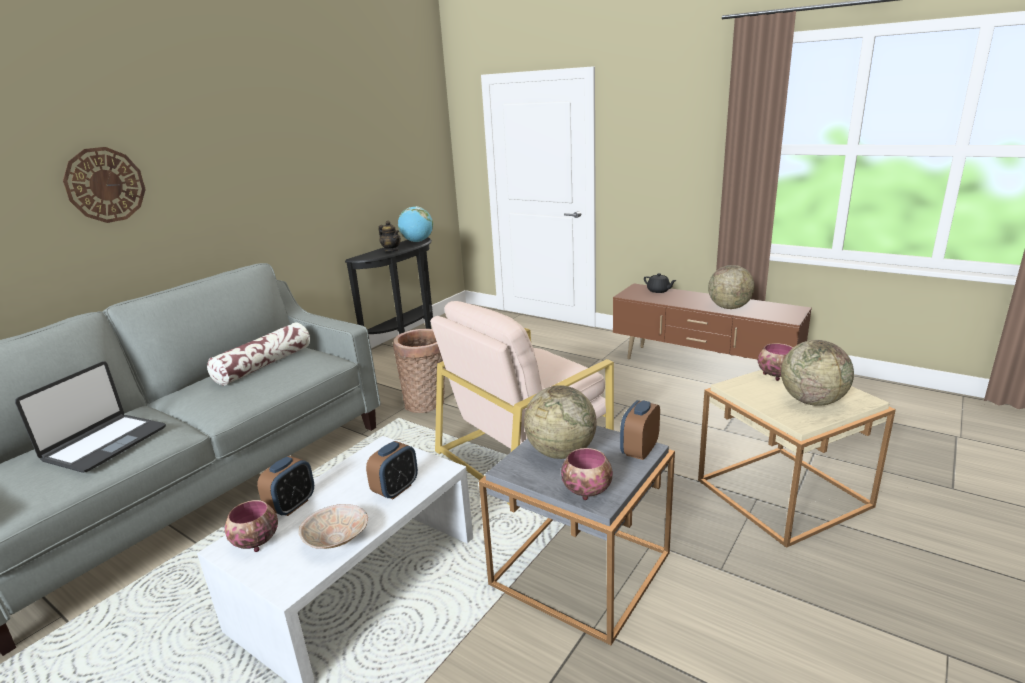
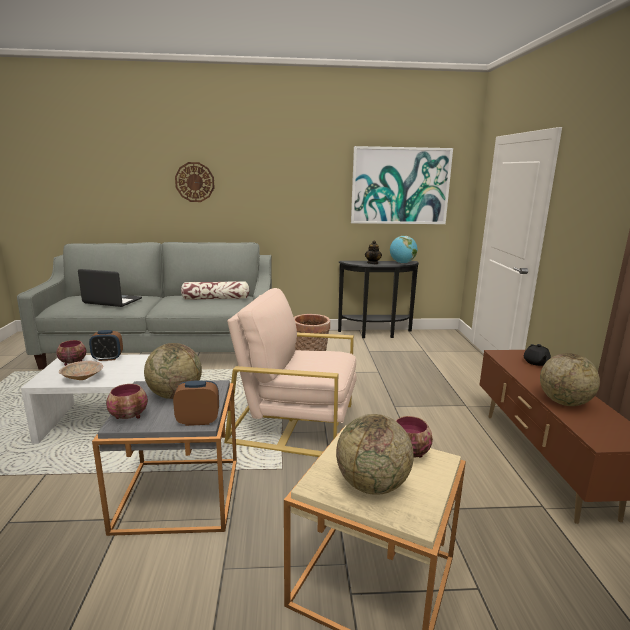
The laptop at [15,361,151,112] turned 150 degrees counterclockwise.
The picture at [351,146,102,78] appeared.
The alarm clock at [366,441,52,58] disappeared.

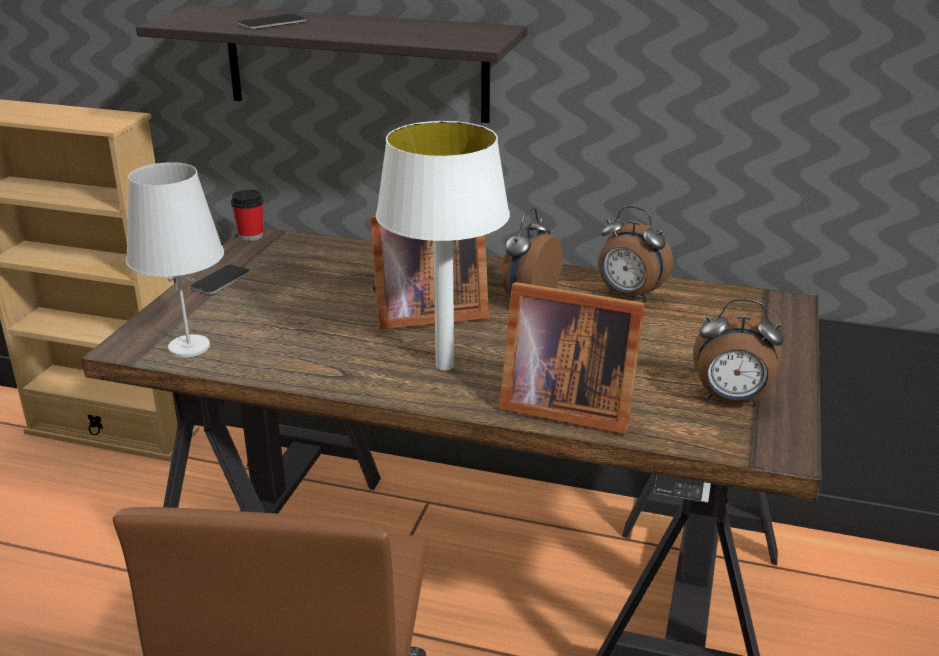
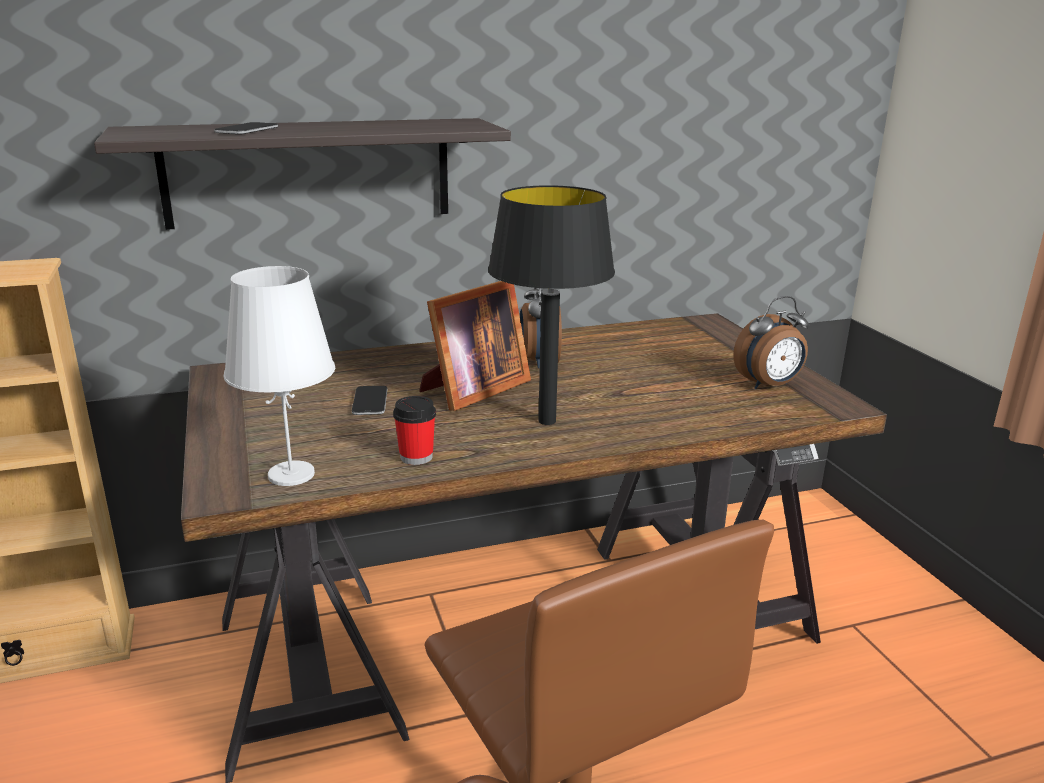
The phone moved from [190,265,60,30] to [352,386,35,29].
The cup moved from [231,189,33,52] to [393,396,43,69].
The table lamp/white at [376,121,134,249] became the table lamp/black at [488,185,127,240].
The picture frame at [499,282,146,153] disappeared.
The alarm clock at [598,206,75,95] disappeared.

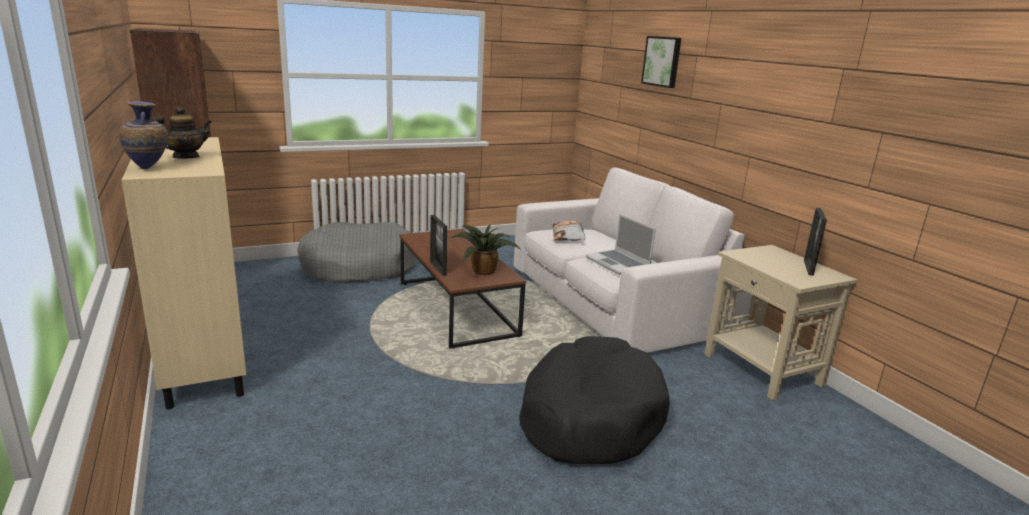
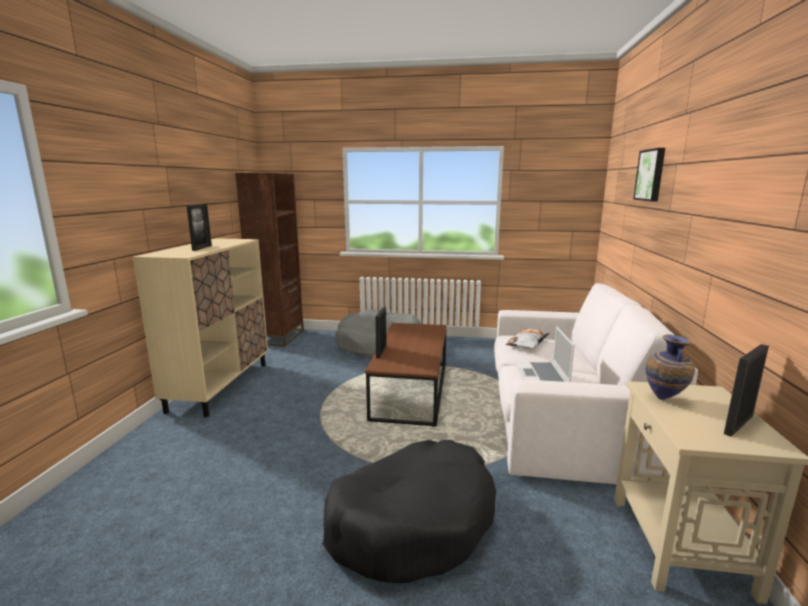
The teapot at [153,106,59,53] was replaced by the picture frame at [186,204,26,47].
The vase moved from [119,101,49,68] to [646,334,49,66].
The potted plant at [449,224,72,51] disappeared.

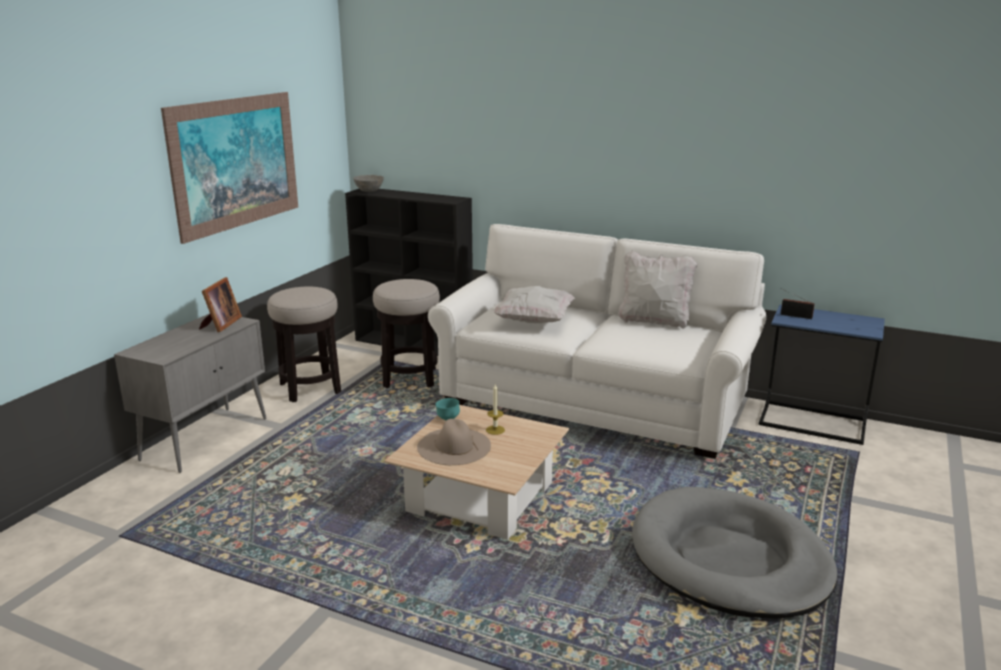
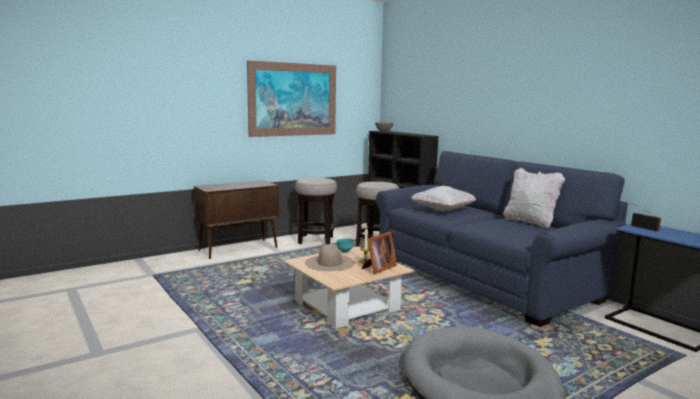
The cabinet/grey at [114,313,152,160] became the cabinet/brown at [194,180,85,79].
The picture frame moved from [199,277,43,55] to [361,232,36,42].
The sofa/white at [428,224,338,235] became the sofa/blue at [376,151,252,176].

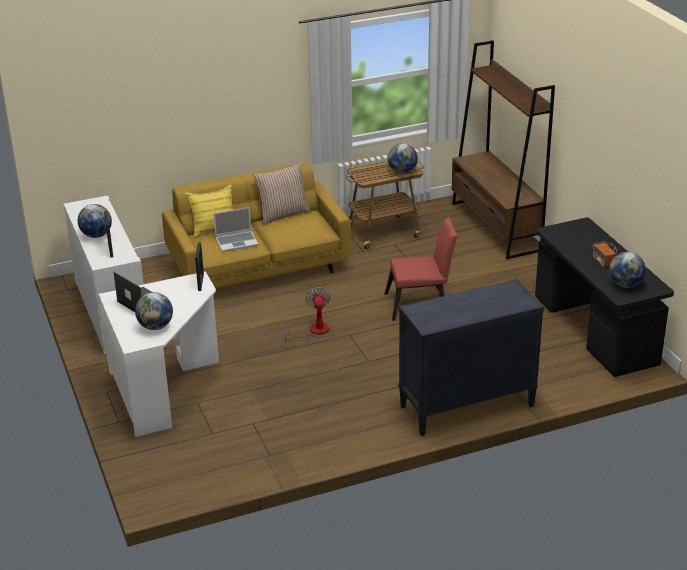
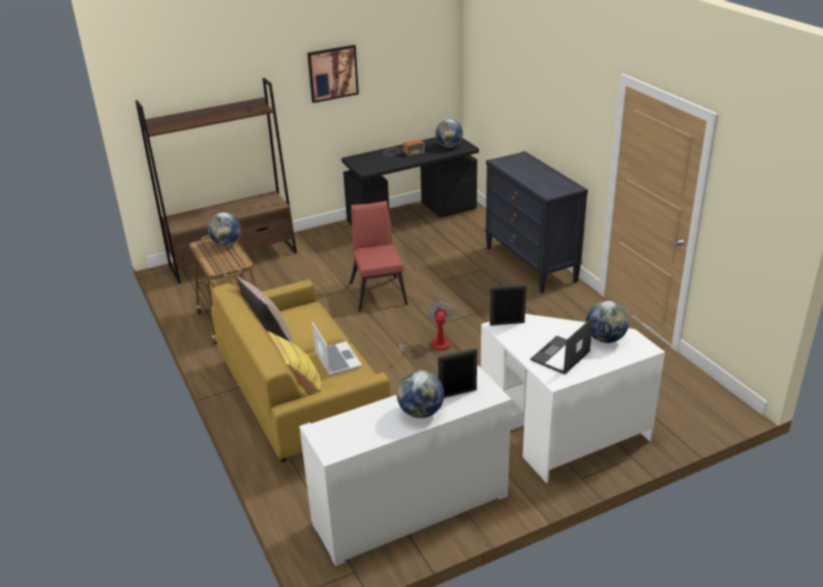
The picture at [307,45,52,58] appeared.
The fan at [283,287,48,57] turned 105 degrees clockwise.

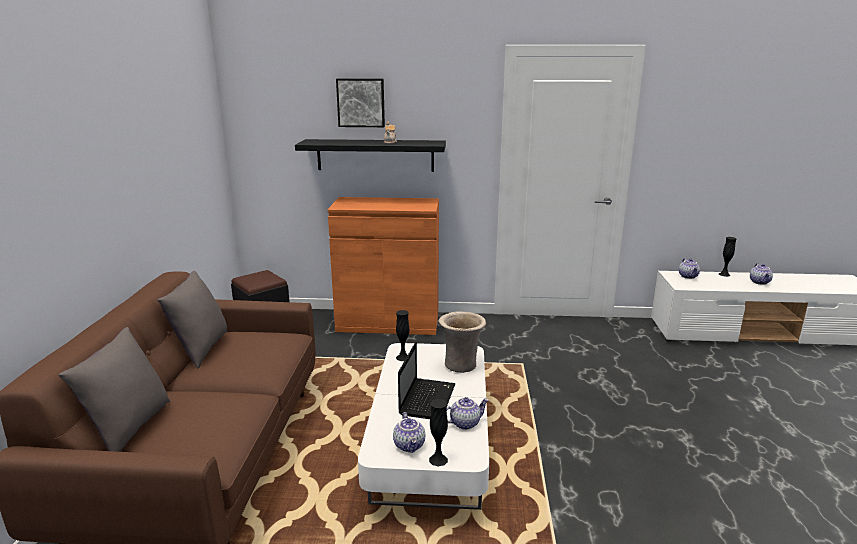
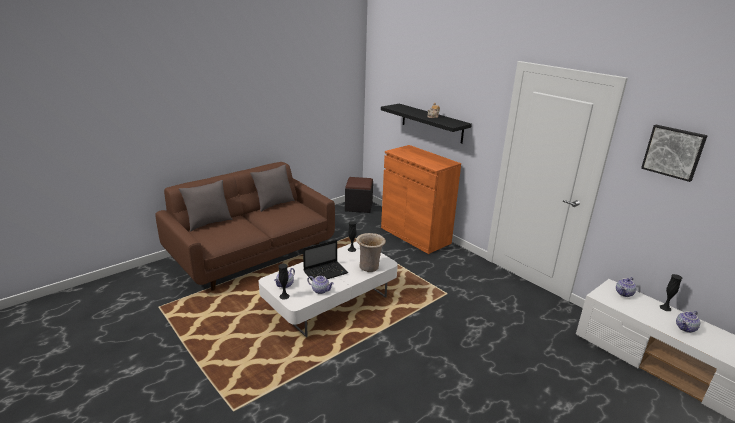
The picture moved from [336,78,49,49] to [641,125,67,57].

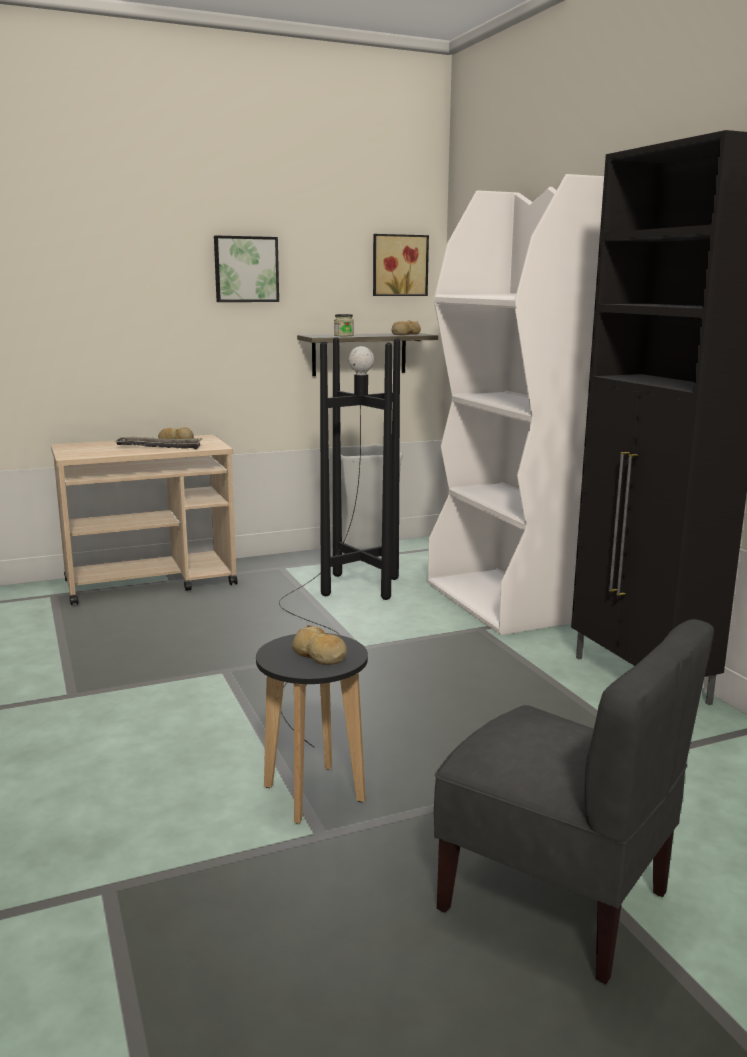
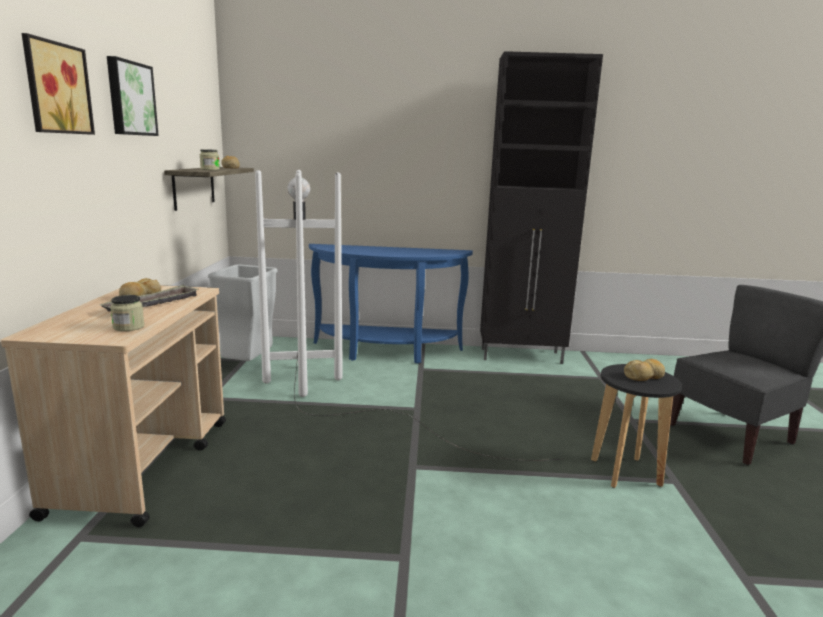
The picture moved from [373,234,56,62] to [22,33,73,102].
The jar at [110,295,34,36] appeared.
The floor lamp/black at [279,337,121,410] became the floor lamp/white at [255,170,309,291].
The bookcase/white at [428,174,176,461] was replaced by the console table/blue at [309,244,164,120].

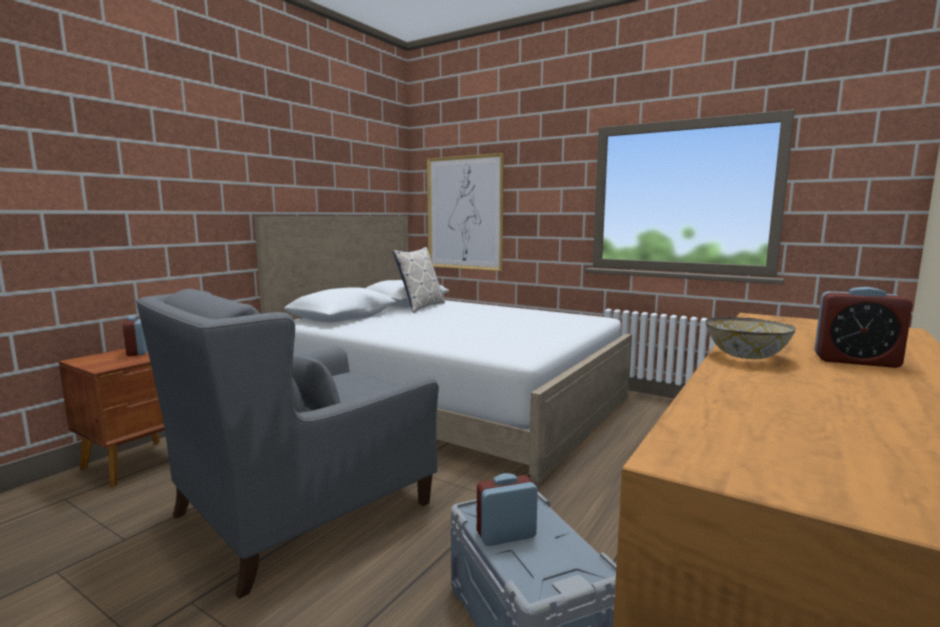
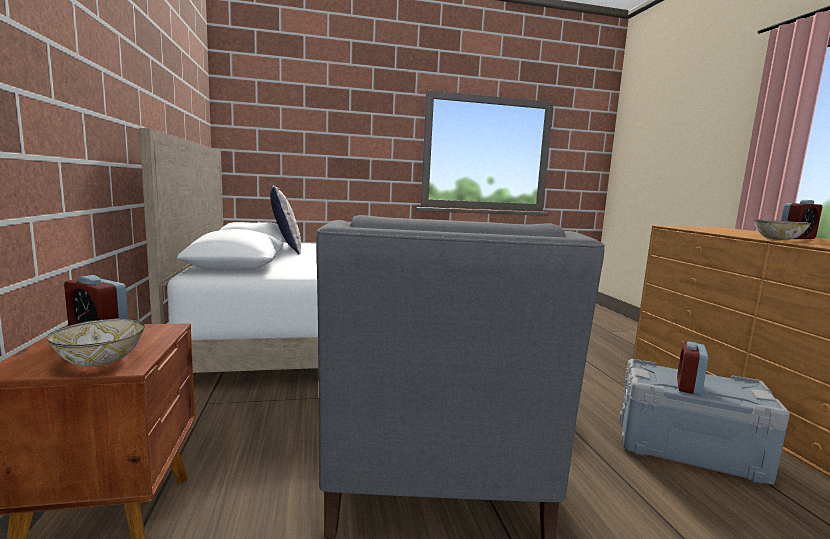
The bowl at [47,318,98,49] appeared.
The picture at [427,153,77,118] disappeared.

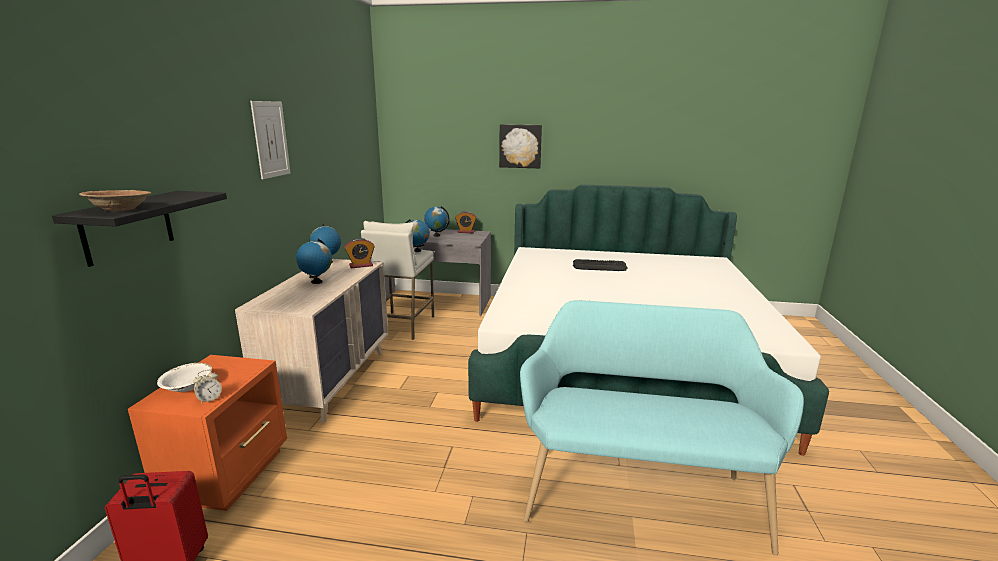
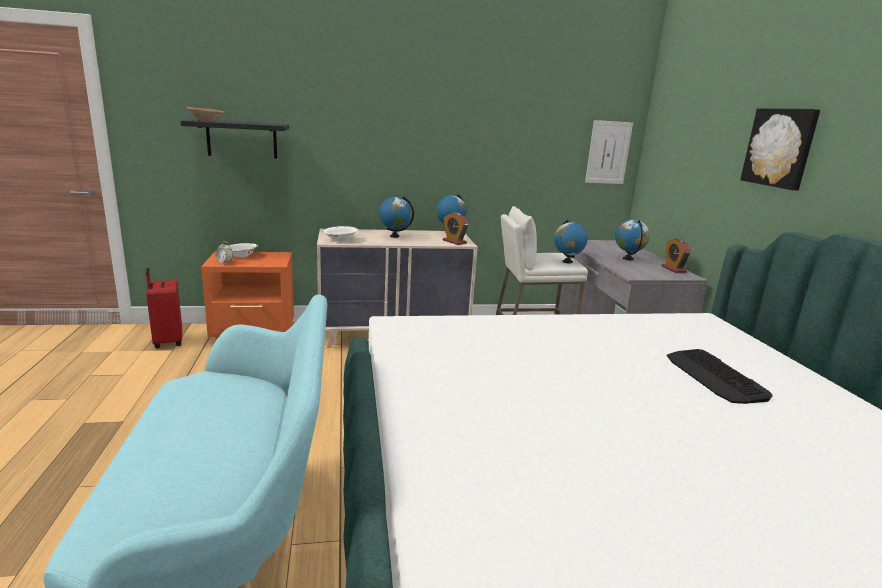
The bowl/white at [323,226,35,15] appeared.
The picture moved from [250,101,41,78] to [585,120,48,64].

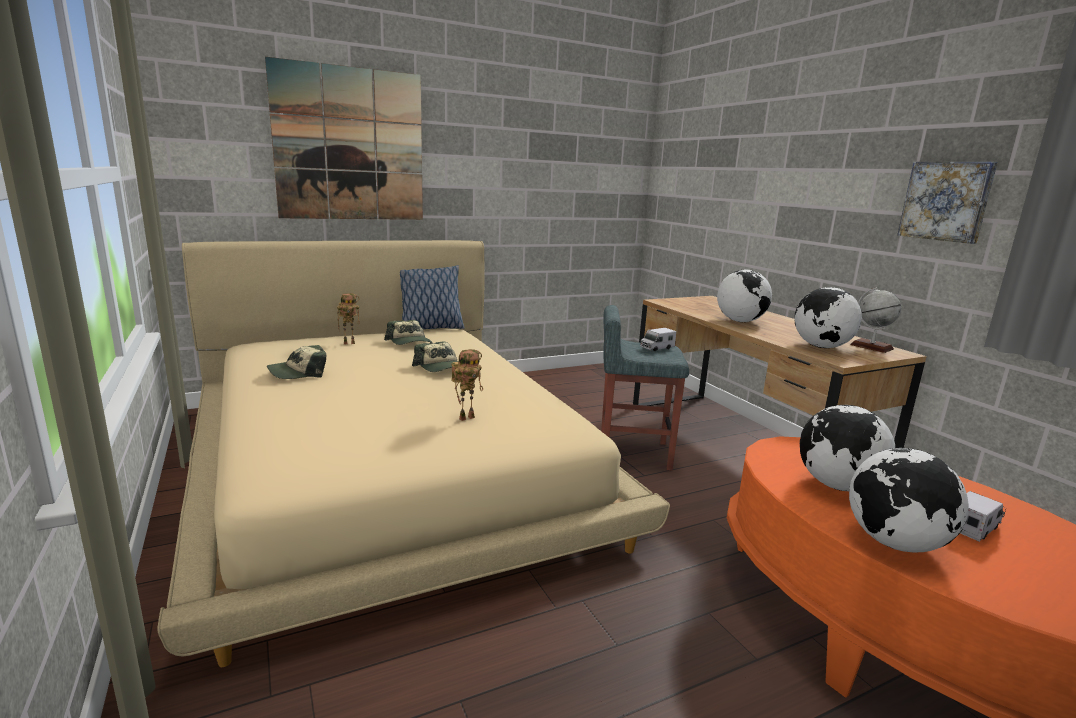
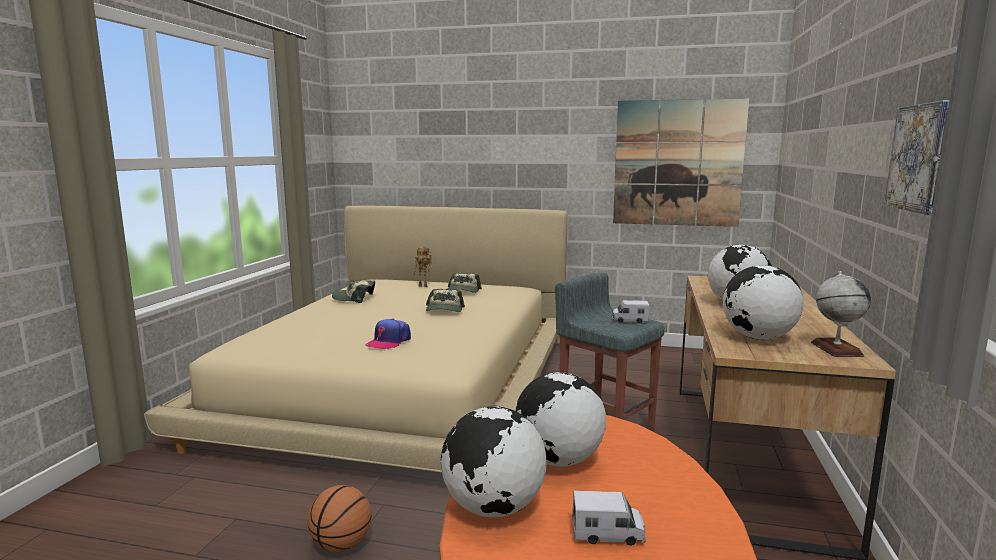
The basketball at [308,485,64,67] appeared.
The toy robot at [451,349,32,72] was replaced by the cap at [365,319,46,31].
The picture moved from [265,57,158,163] to [613,98,137,129].
The pillow at [400,265,64,64] disappeared.

